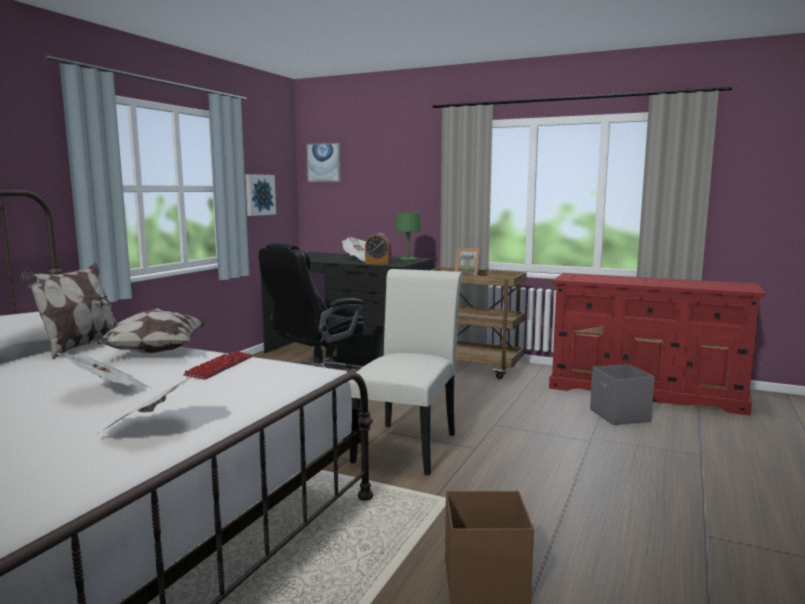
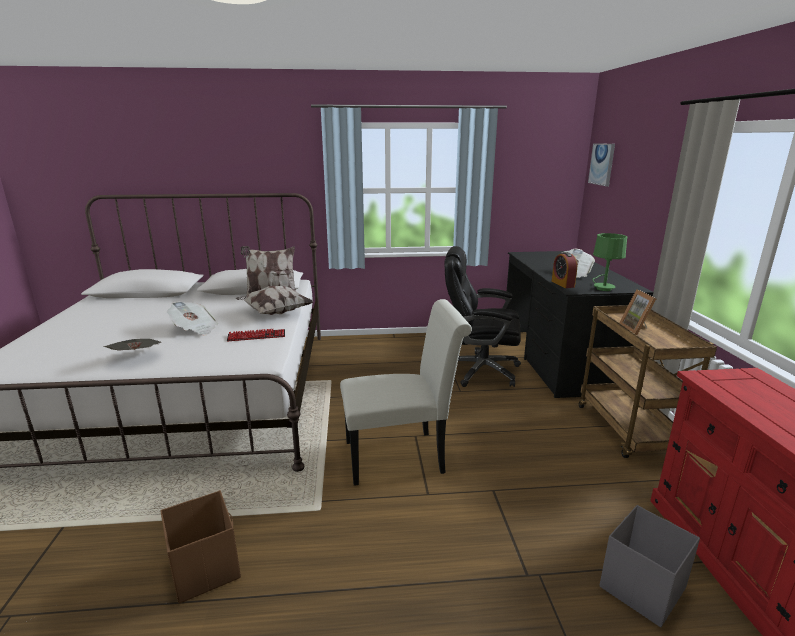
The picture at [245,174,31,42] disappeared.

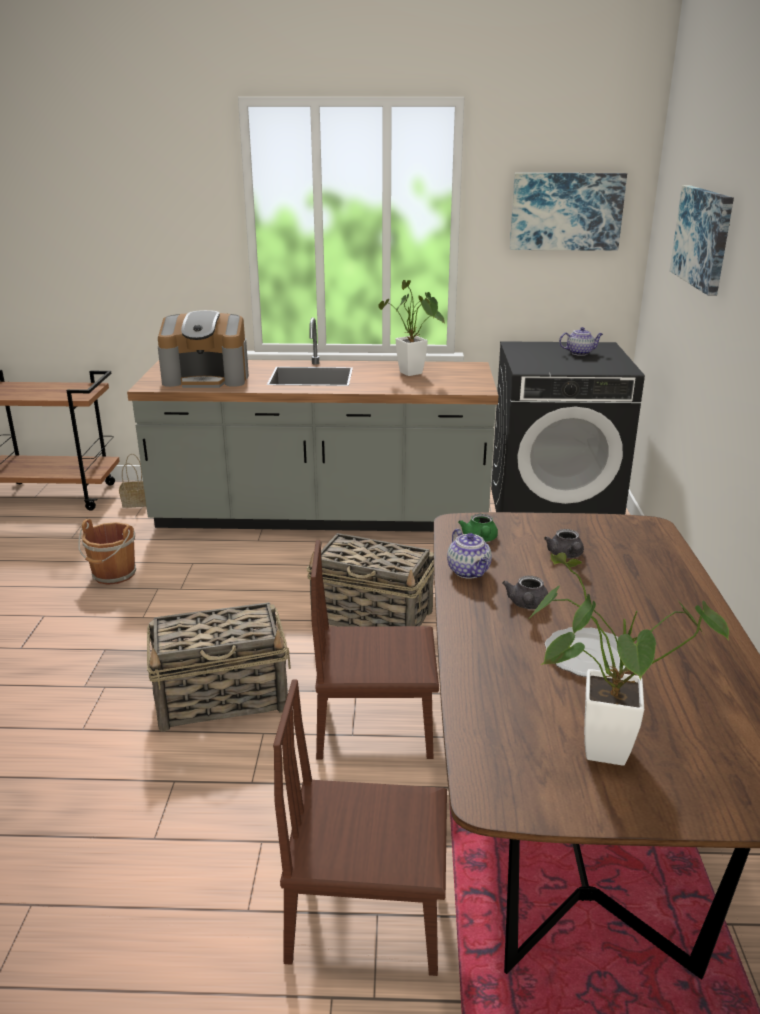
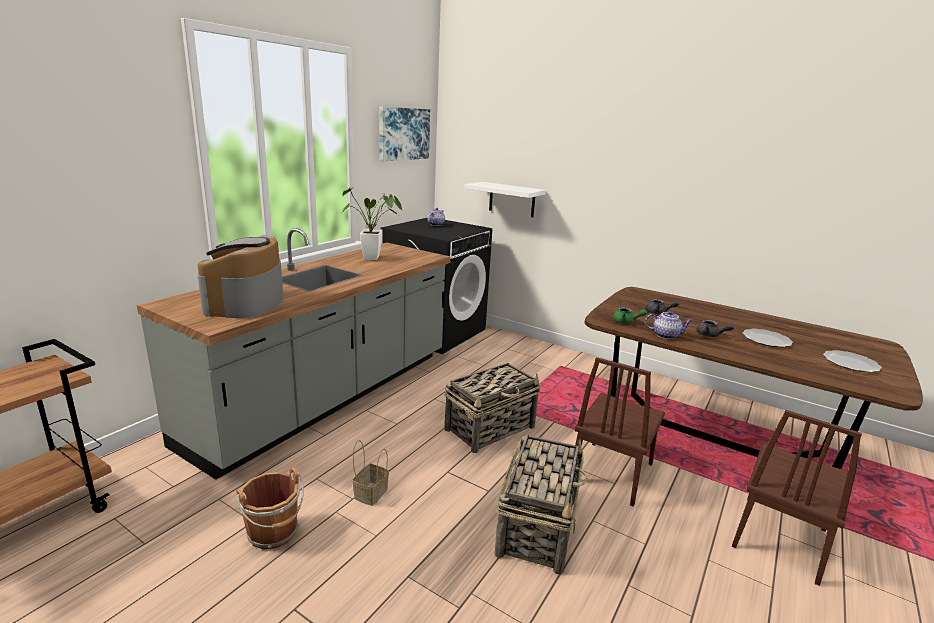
The coffee machine at [158,310,91,78] turned 150 degrees clockwise.
The basket moved from [119,454,27,54] to [352,440,37,66].
The shelf/white at [464,182,82,35] appeared.
The potted plant at [527,553,202,213] was replaced by the plate at [823,350,59,22].
The picture at [670,185,64,111] disappeared.

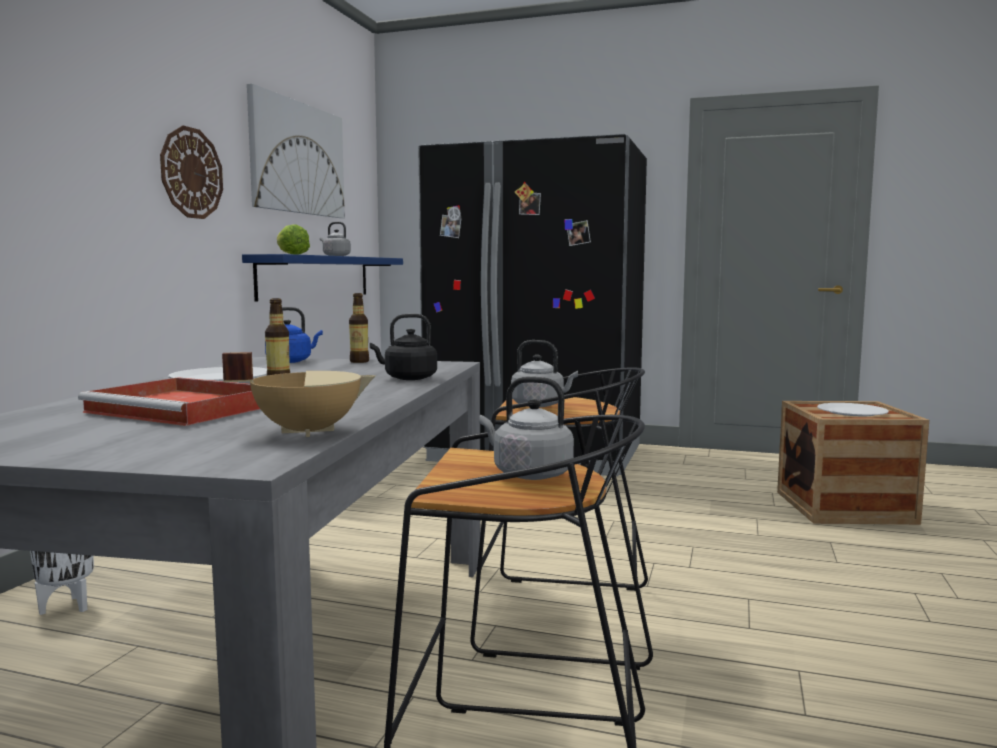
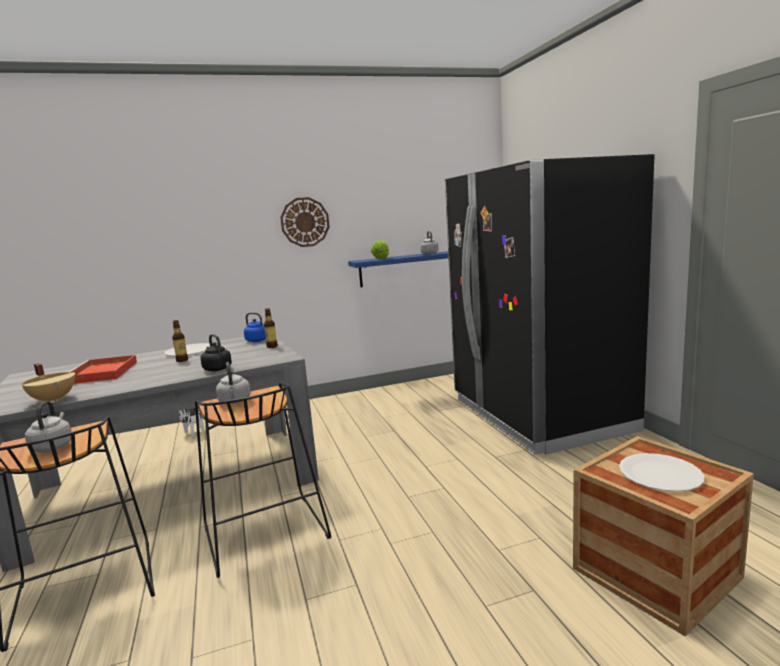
The picture at [247,84,98,134] disappeared.

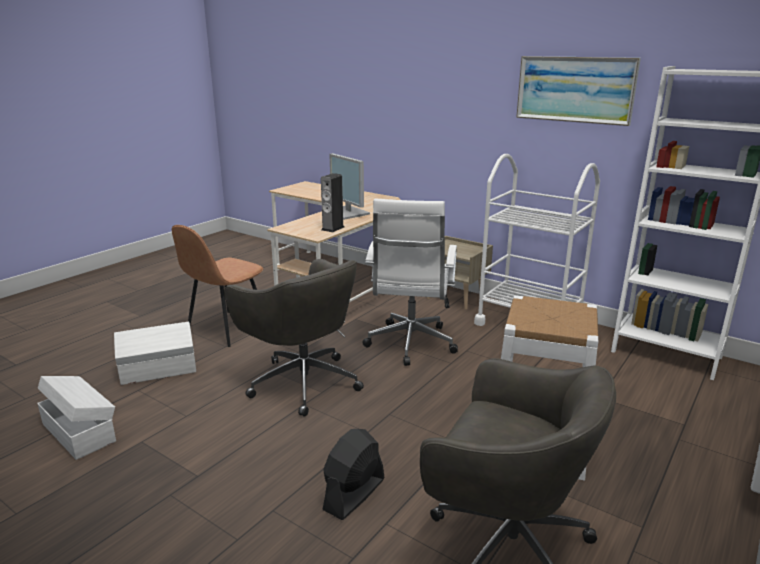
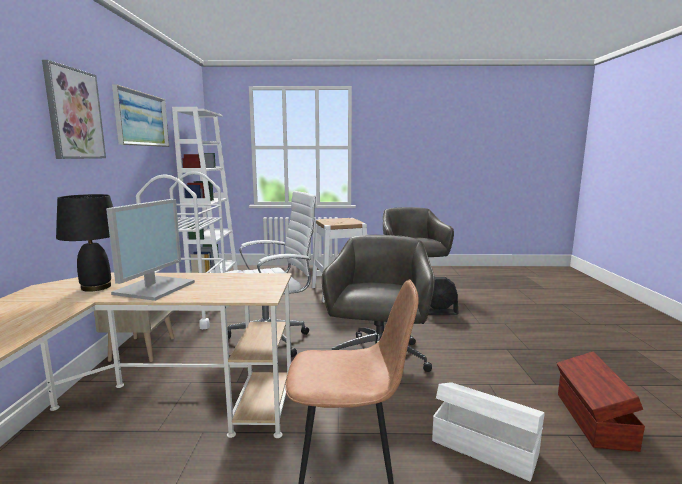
The picture at [42,60,64,99] appeared.
The table lamp/black at [56,194,57,98] appeared.
The storage box/white at [37,376,79,84] became the storage box/brown at [557,352,88,100].
The speaker at [321,173,23,59] disappeared.

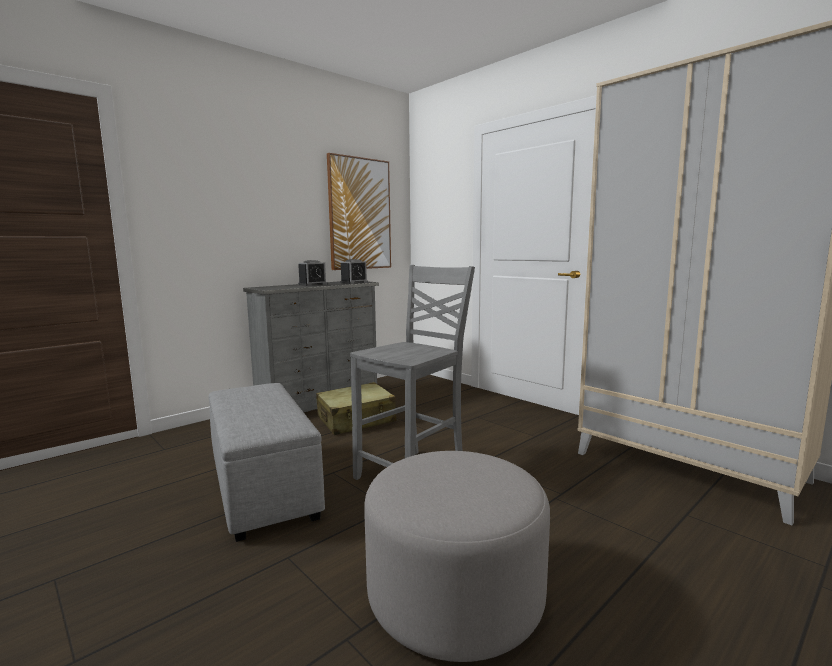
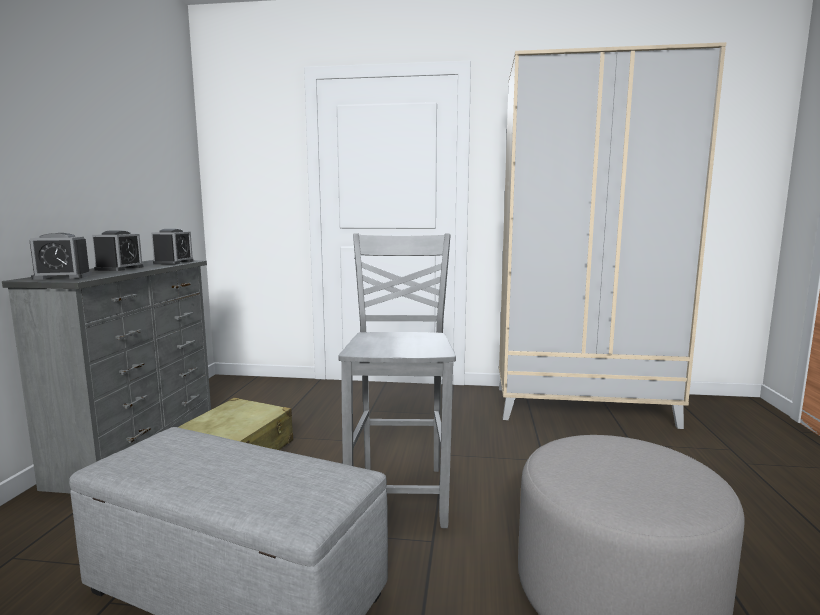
The alarm clock at [29,233,63,47] appeared.
The picture at [327,153,64,117] disappeared.

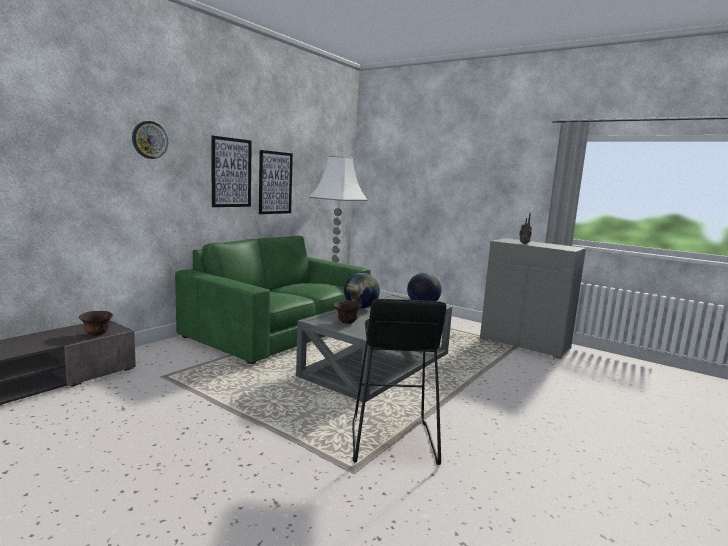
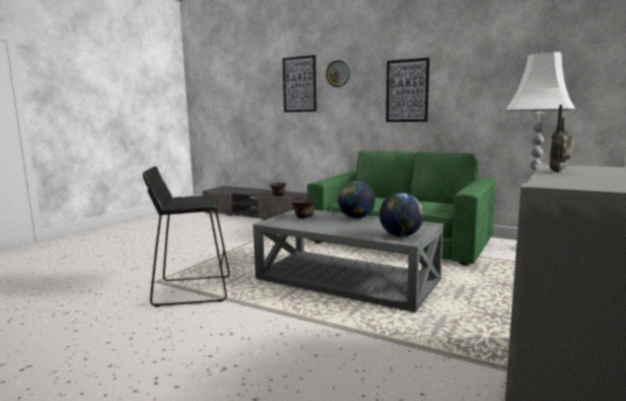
The picture moved from [259,150,34,64] to [282,55,35,57].

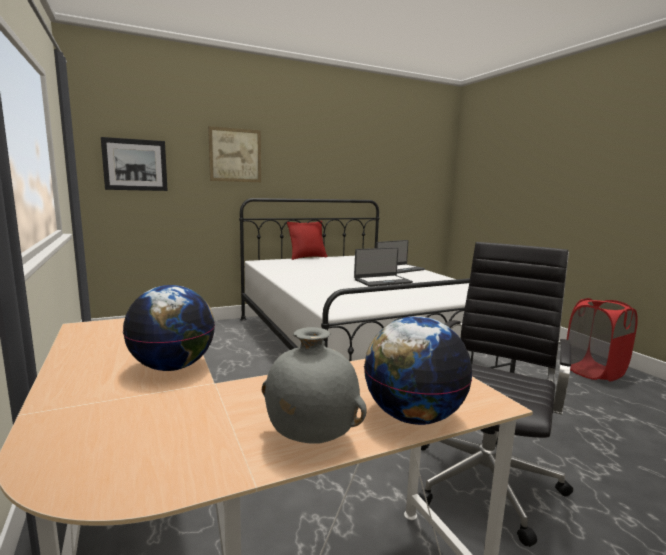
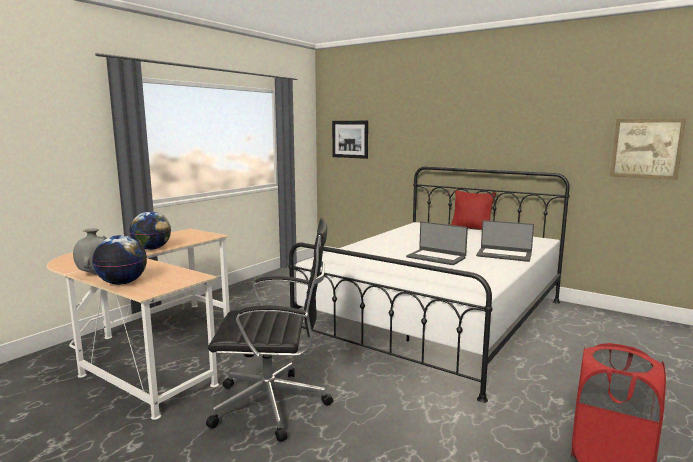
The picture moved from [208,126,53,56] to [610,118,76,62].

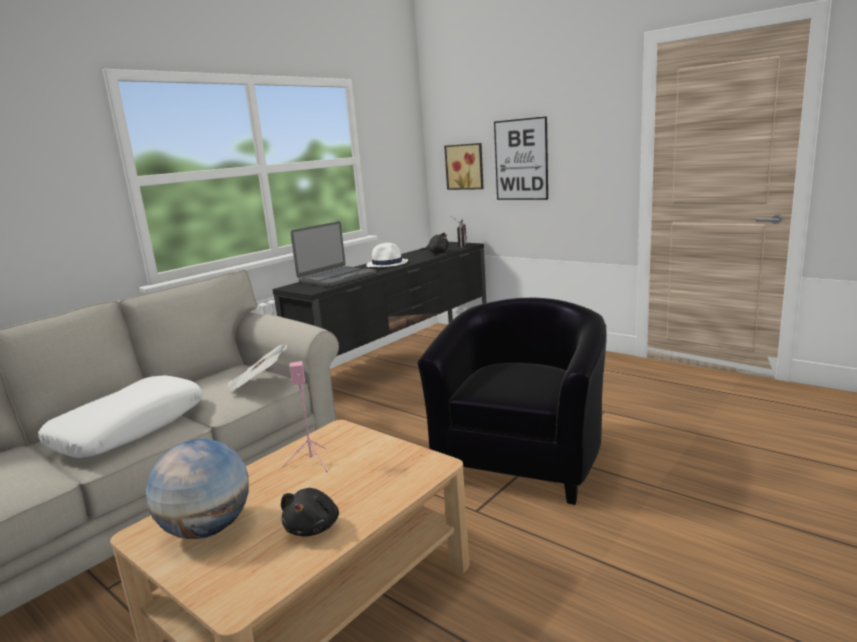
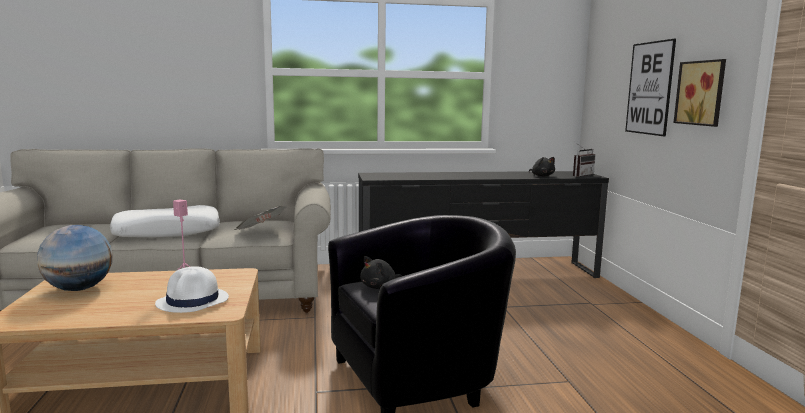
The hat/white moved from [367,243,41,24] to [155,266,74,47].
The plush toy/black moved from [281,488,58,49] to [360,256,42,33].
The picture moved from [444,143,40,47] to [674,59,52,68].
The laptop at [290,221,86,66] disappeared.

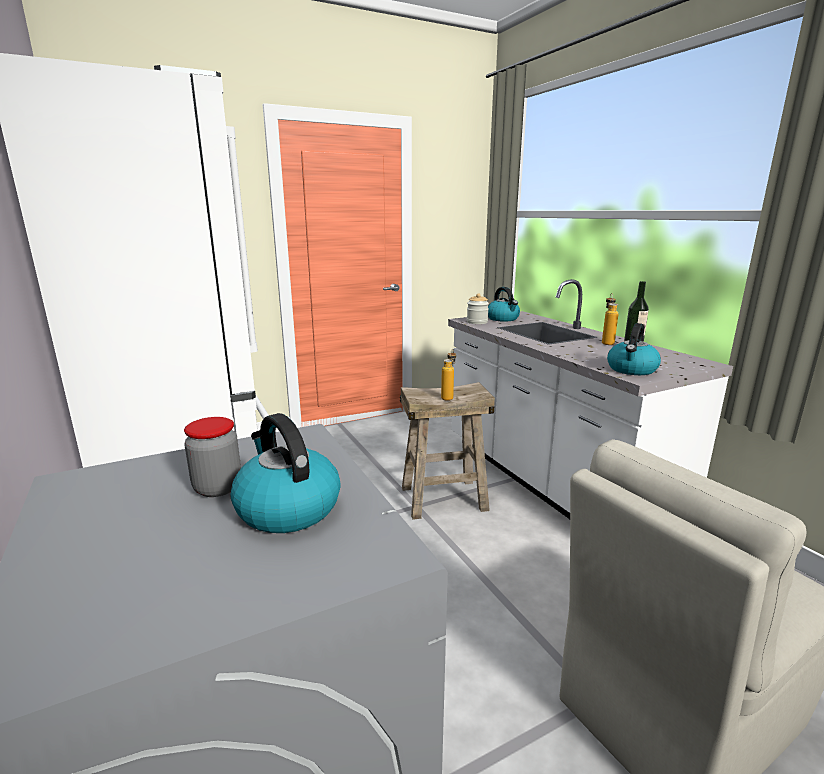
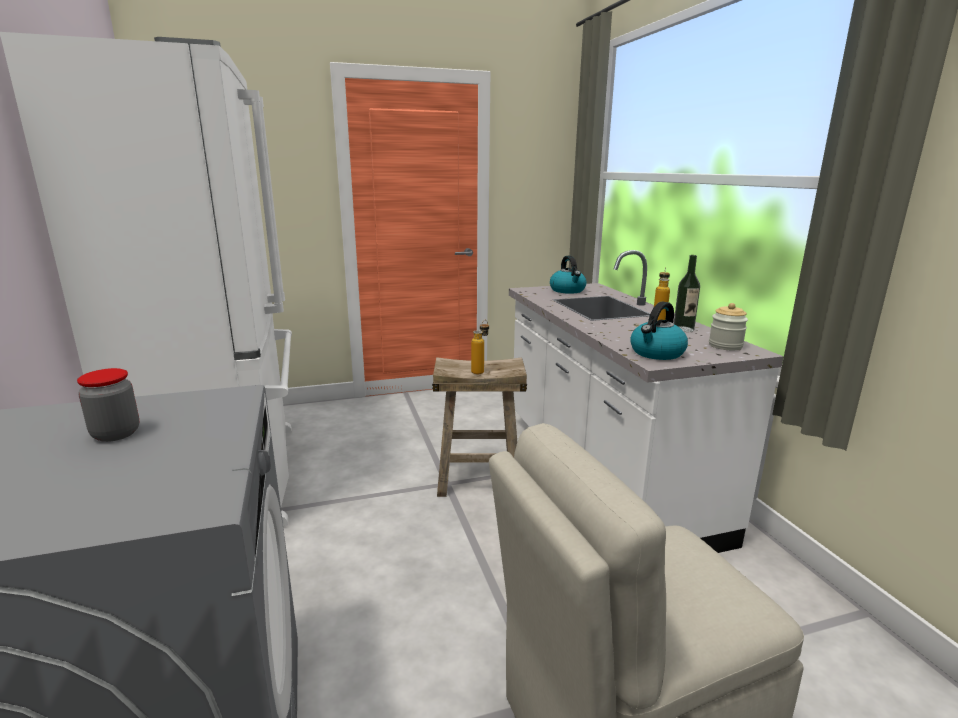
The jar moved from [467,293,22,31] to [709,303,39,47].
The kettle at [231,413,110,120] disappeared.

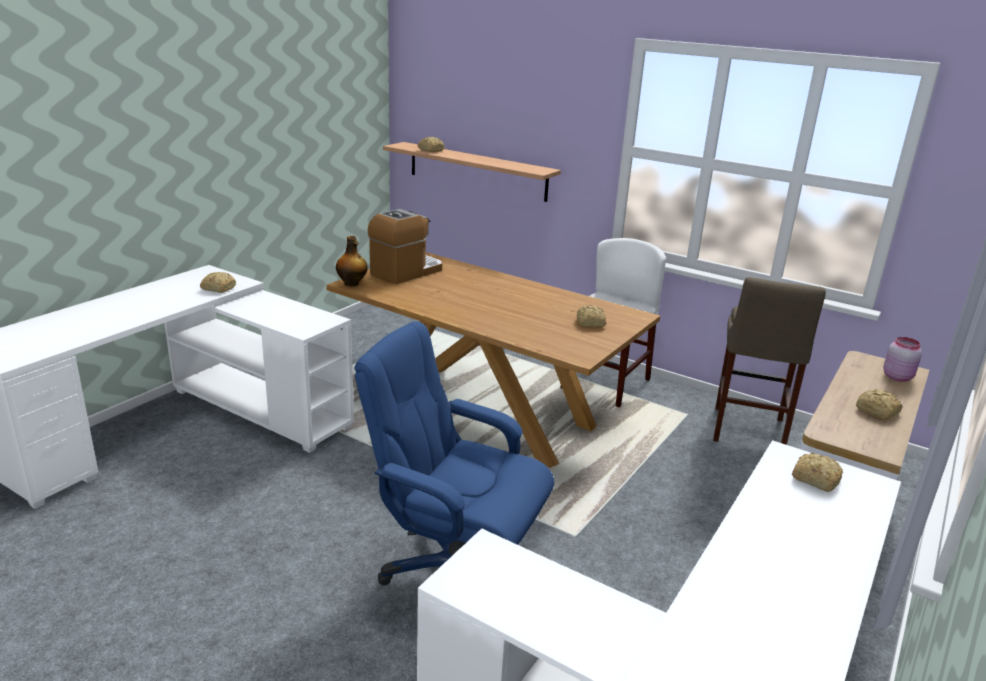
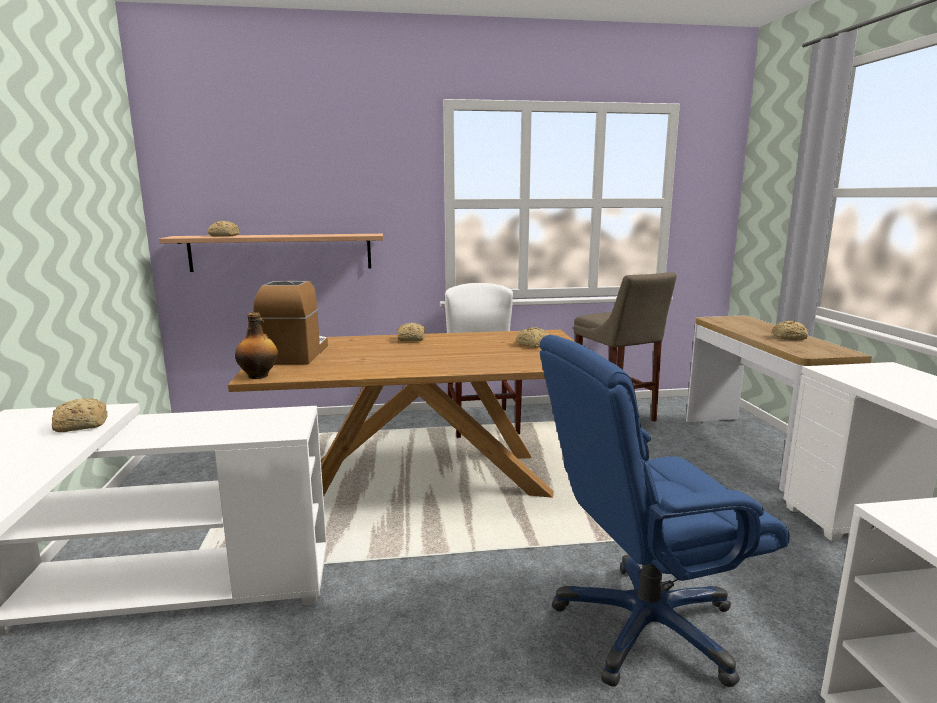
The bread moved from [792,453,51,39] to [397,323,28,18].
The jar/pink at [883,337,39,45] disappeared.

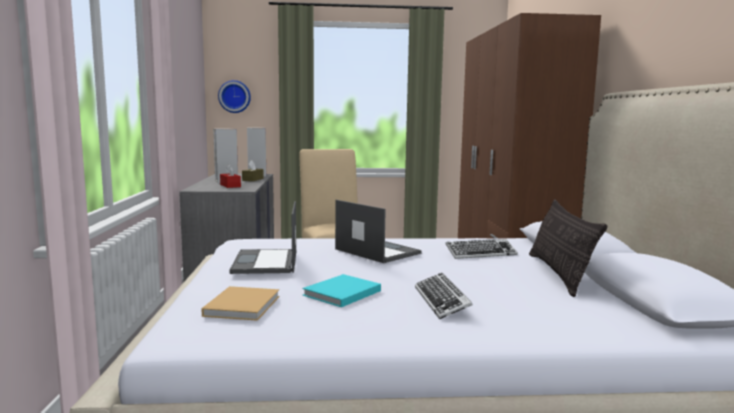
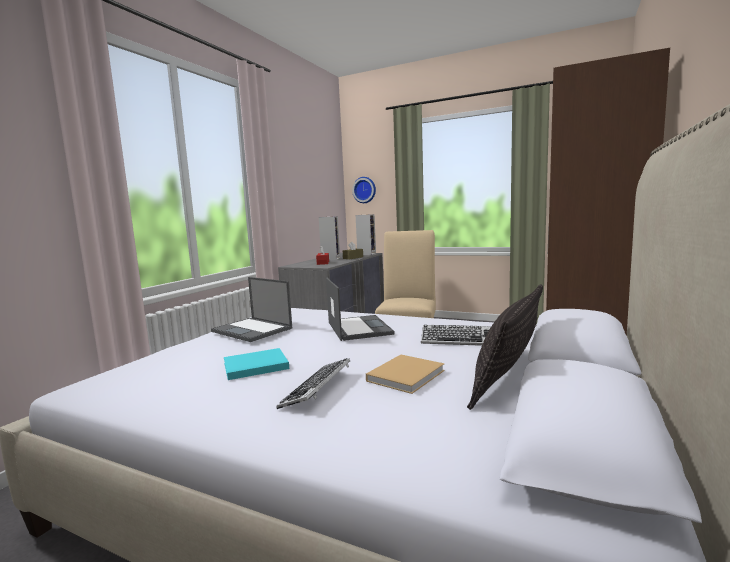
The laptop at [229,201,67,73] turned 75 degrees counterclockwise.
The book/beige moved from [201,286,78,35] to [366,355,79,39].

